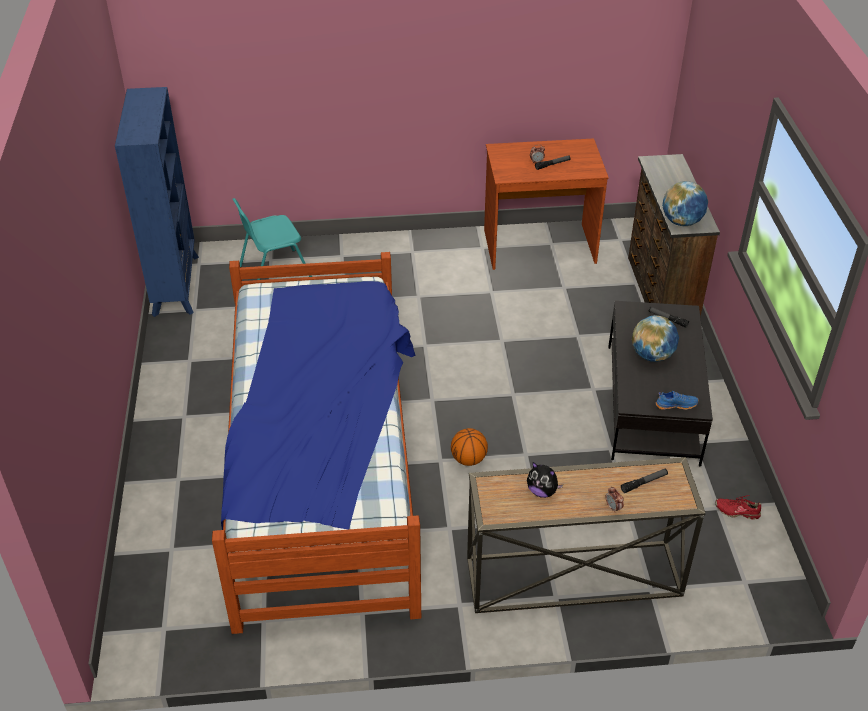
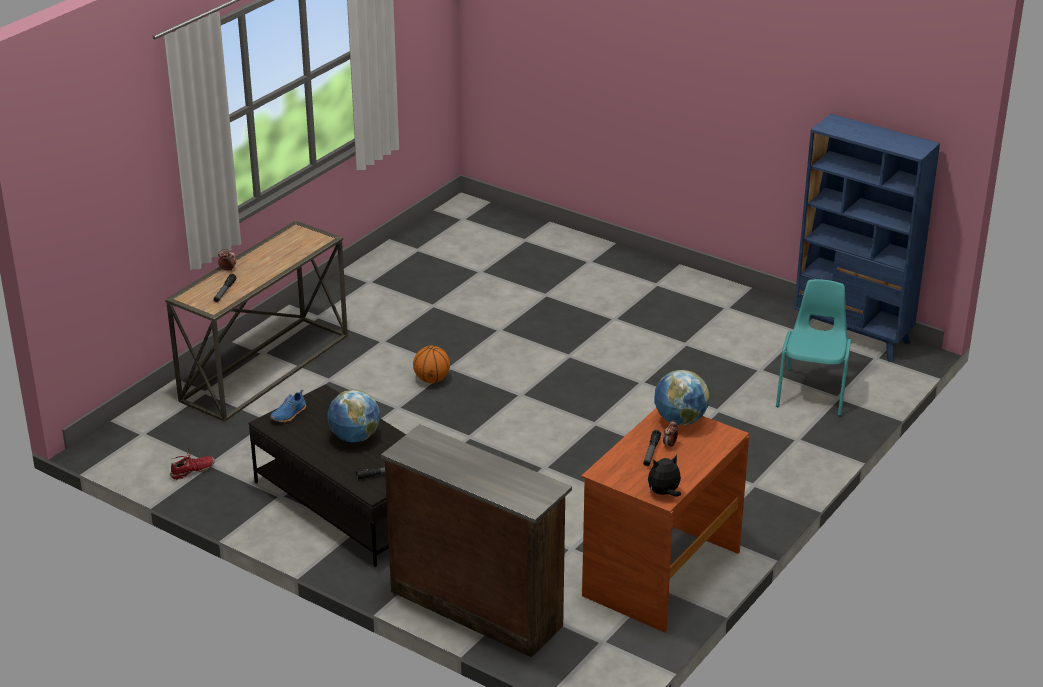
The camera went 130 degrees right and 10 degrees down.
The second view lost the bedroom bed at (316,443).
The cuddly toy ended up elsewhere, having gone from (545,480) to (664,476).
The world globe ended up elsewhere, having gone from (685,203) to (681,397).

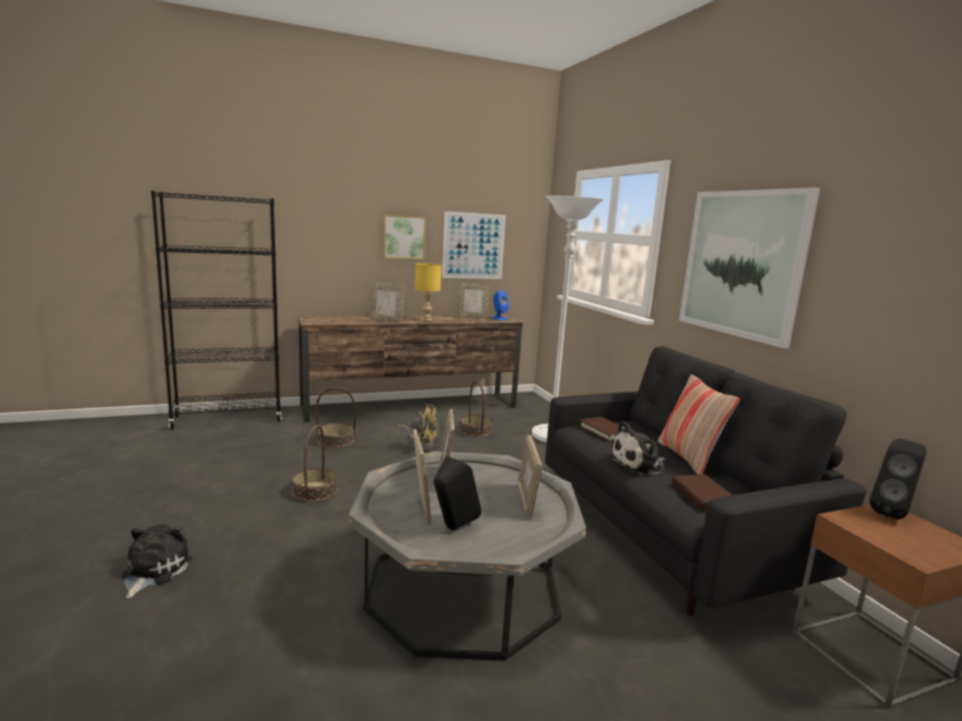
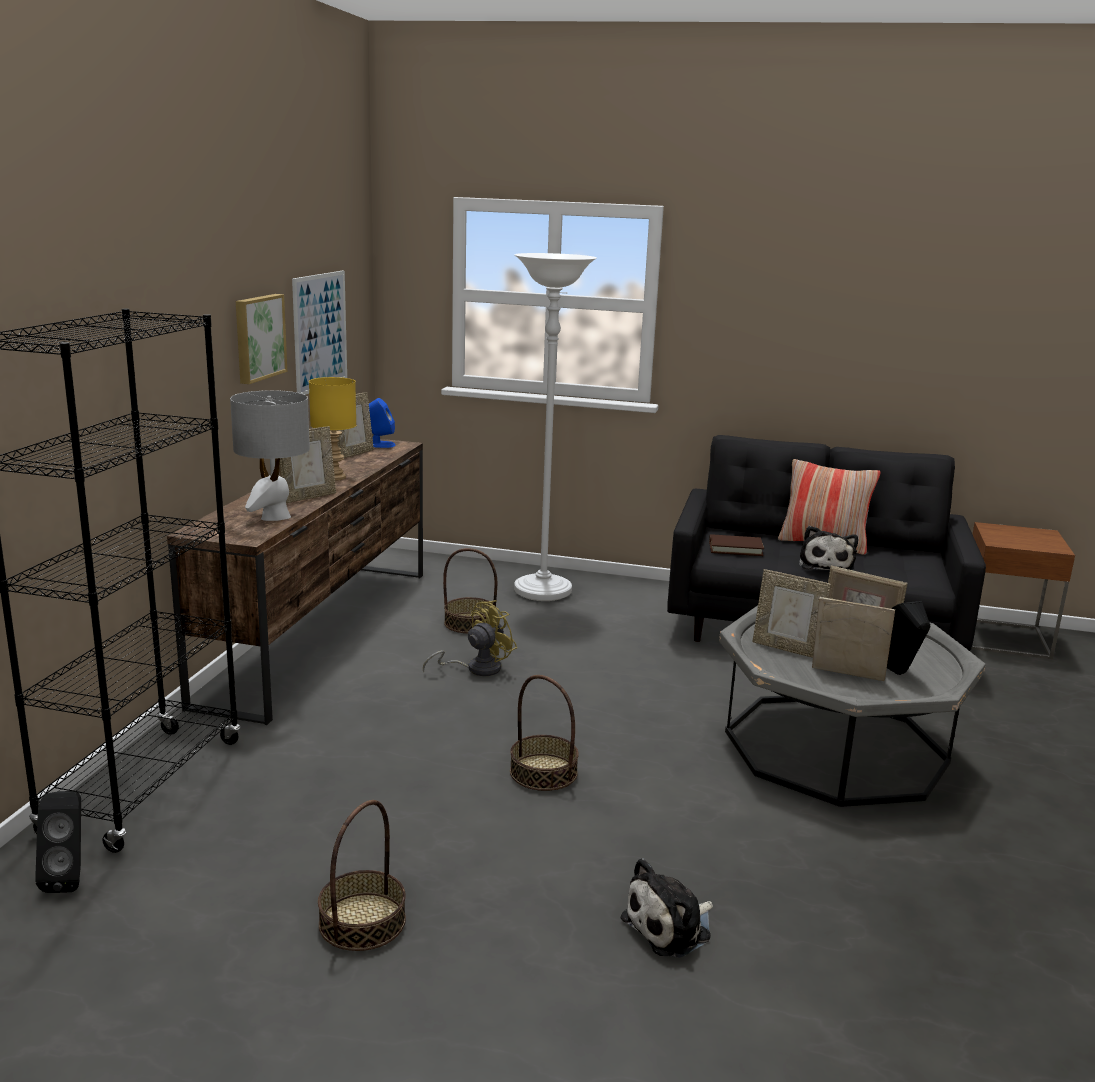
The camera went 55 degrees left and 5 degrees up.
The second view lost the bound book (brown) at (702,493).
The second view lost the wall picture at (749,268).
The second view gained the lamp for a table (gray) at (270,455).
The storage basket ended up elsewhere, having gone from (336,417) to (362,875).
The audio speaker (black-coloured) ended up elsewhere, having gone from (897,479) to (58,842).
The cuddly toy at (156,561) ended up facing another way, 75 degrees counterclockwise from before.

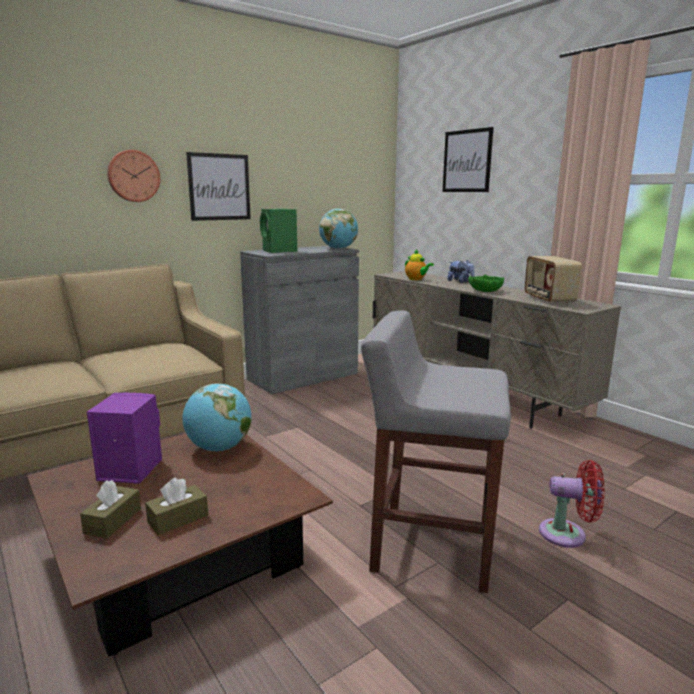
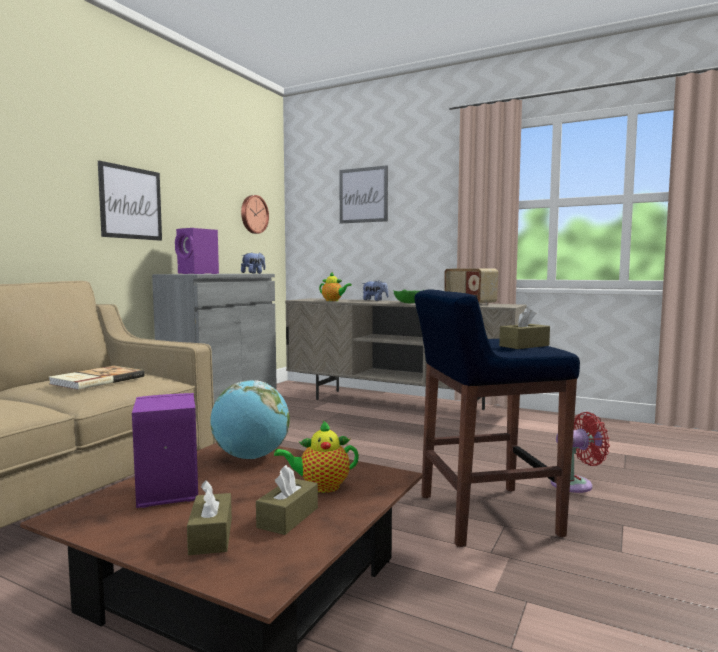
The camera went 25 degrees left and 10 degrees down.
The second view gained the bound book at (96,378).
The second view gained the teapot at (316,456).
The second view gained the box of tissues (brown) at (524,328).
The clock on the wall ended up elsewhere, having gone from (133,176) to (255,214).
Where the world globe stood at (338,229), the cuddly toy came to stand at (253,263).
What was the audio speaker (greenish) at (278,231) turned into the audio speaker (purple-coloured) at (197,251).
What was the sitting stool (gray) at (436,451) turned into the sitting stool (blue) at (497,418).

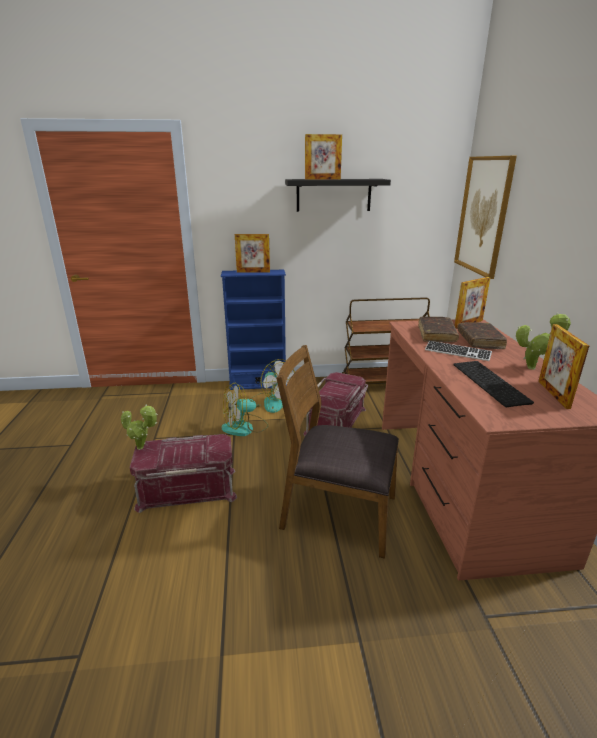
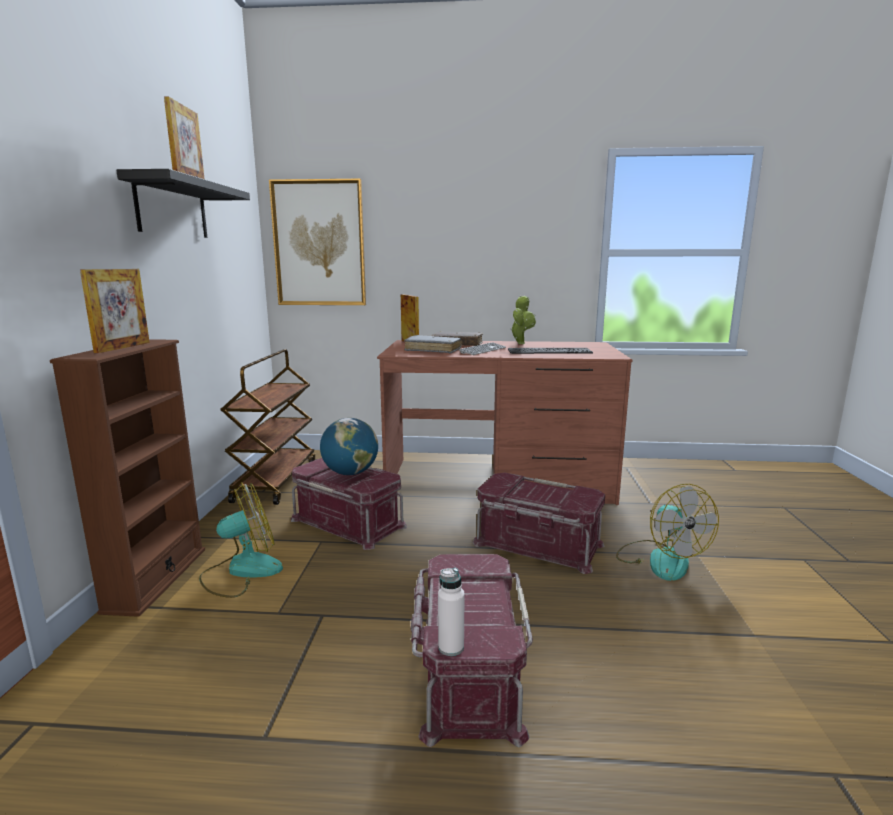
The camera went 80 degrees left and 10 degrees down.
The second view lost the standing frame at (563,366).
The second view gained the world globe at (349,446).
The cooling fan ended up elsewhere, having gone from (244,409) to (667,532).
Where the potted plant stood at (139,427), the drink bottle (whitish) came to stand at (451,612).
Where the upright chair (brown) stood at (337,452), the storage box (reddish) came to stand at (539,523).
What was the shelving unit (blue) at (253,330) turned into the shelving unit (brown) at (127,478).
What was the bound book (brown) at (438,329) turned into the bound book (gray) at (433,344).

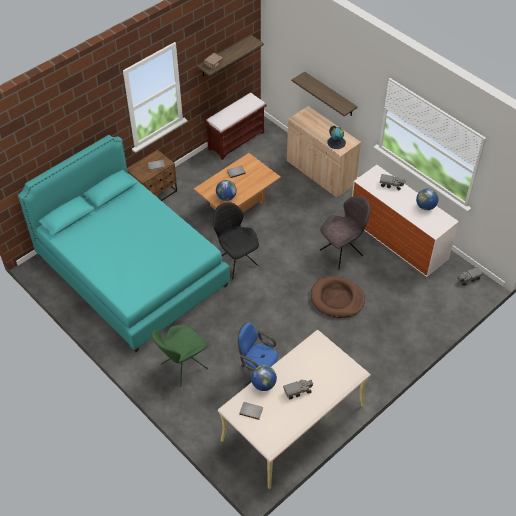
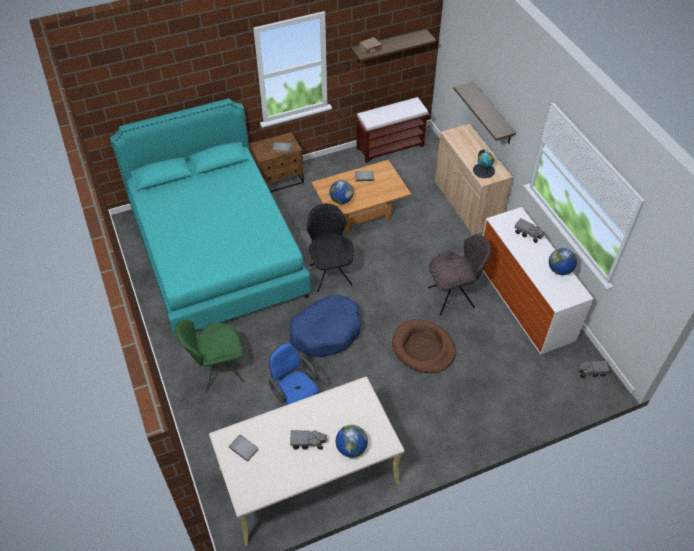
The camera went 20 degrees right and 0 degrees up.
The second view gained the pet bed (blue) at (324,325).
The world globe ended up elsewhere, having gone from (264,378) to (352,441).

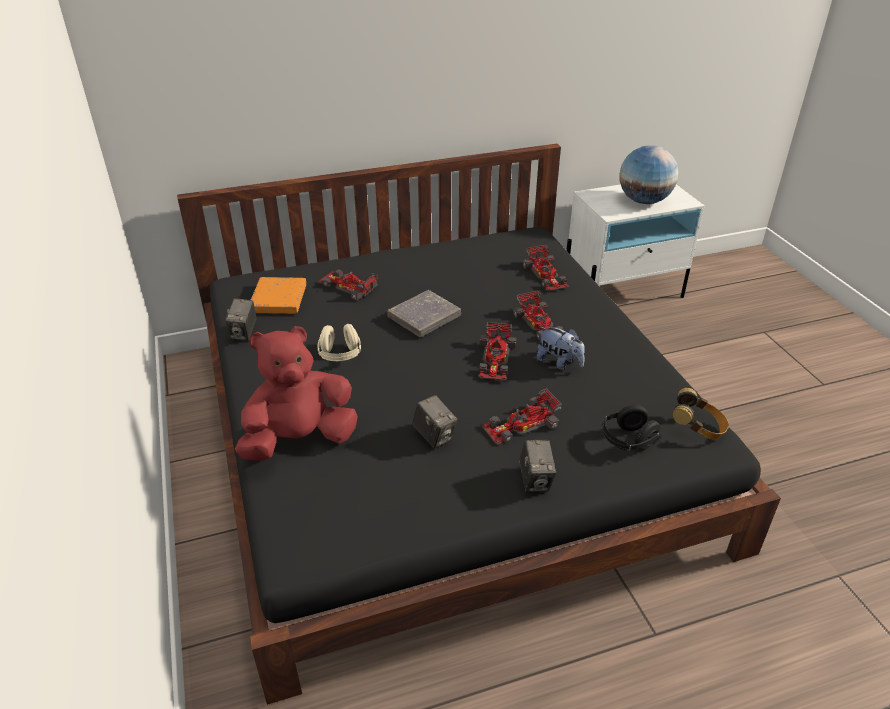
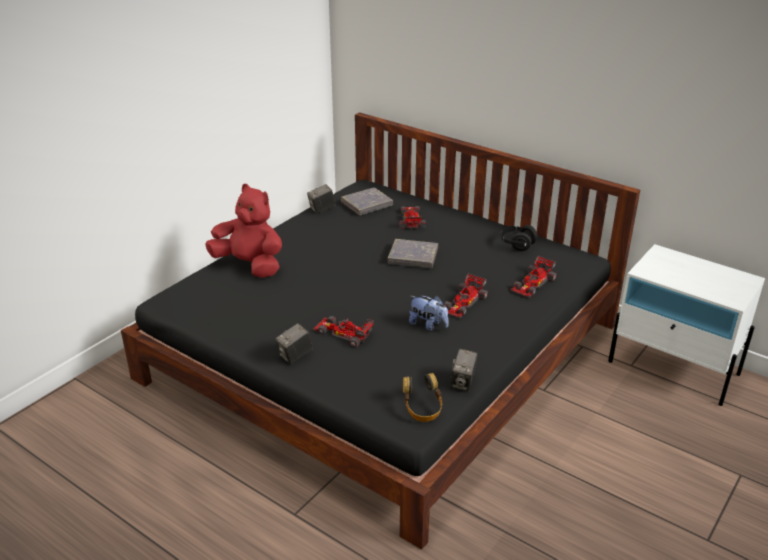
The camera went 55 degrees right and 5 degrees down.
The second view lost the headphones (beige) at (339,342).
The second view lost the miniature car at (497,351).
The second view lost the world globe at (648,174).
The still camera ended up elsewhere, having gone from (435,421) to (464,370).
The headphones (black-coloured) ended up elsewhere, having gone from (630,427) to (519,238).
What was the bound book (orangey) at (278,295) turned into the bound book (gray) at (367,201).
The cuddly toy at (561,348) ended up facing another way, 60 degrees counterclockwise from before.

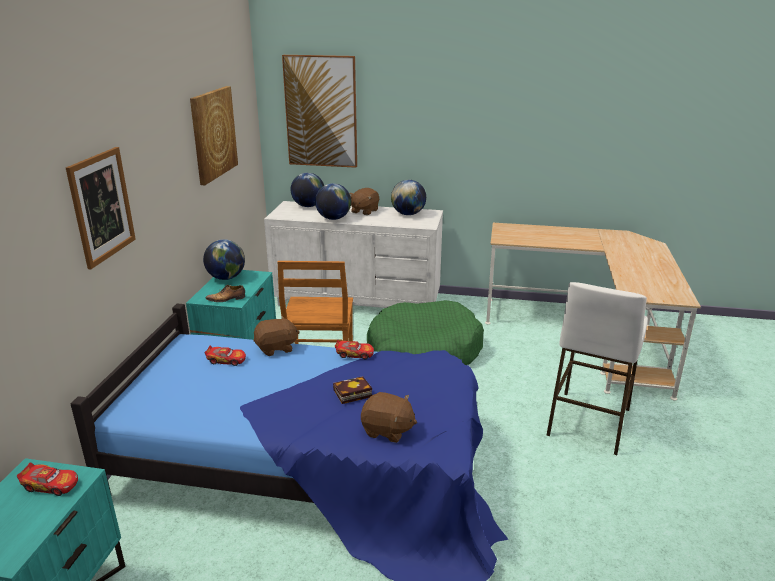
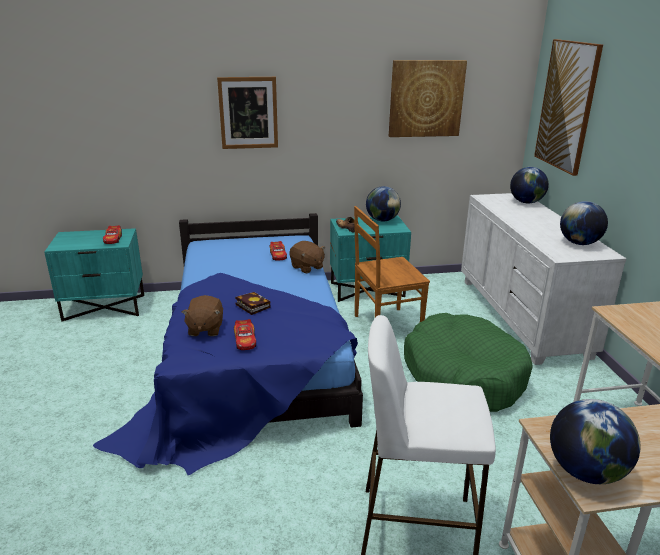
The camera went 70 degrees right and 0 degrees up.
The second view lost the cuddly toy (brown) at (364,201).
The world globe ended up elsewhere, having gone from (333,201) to (595,441).
The miniature car ended up elsewhere, having gone from (354,349) to (245,334).

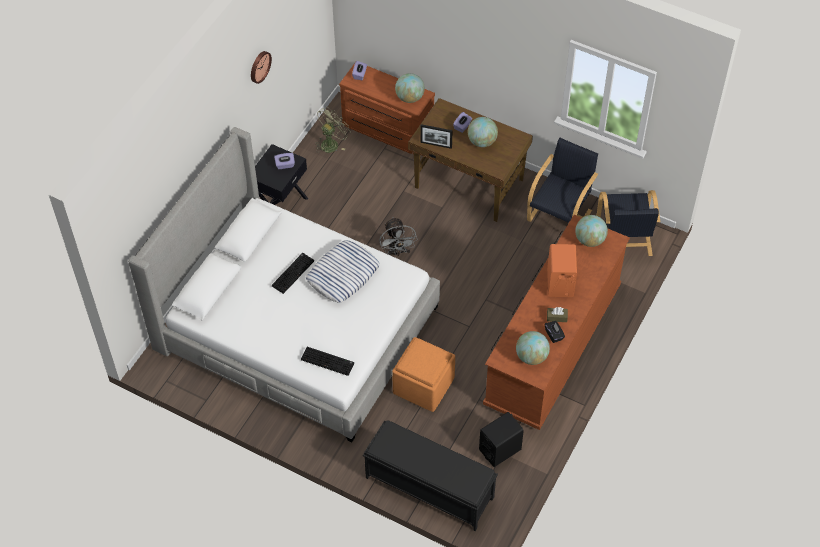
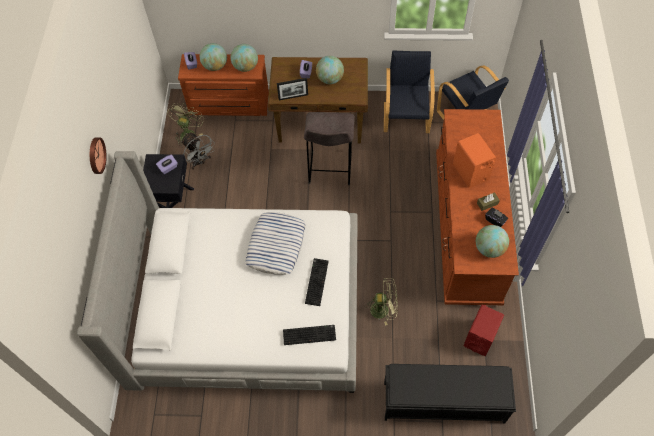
The camera went 25 degrees left and 5 degrees up.
The second view gained the sitting stool (gray) at (329,148).
The clock on the wall ended up elsewhere, having gone from (261,67) to (98,155).
The PC keyboard ended up elsewhere, having gone from (293,273) to (317,282).
The cooling fan (gray) ended up elsewhere, having gone from (398,237) to (198,151).
The world globe ended up elsewhere, having gone from (591,231) to (213,57).
Where the pouffe (orangey) stood at (423,374), the cooling fan (greenish) came to stand at (381,301).
What was the audio speaker (black-coloured) at (501,439) turned into the audio speaker (reddish) at (483,330).

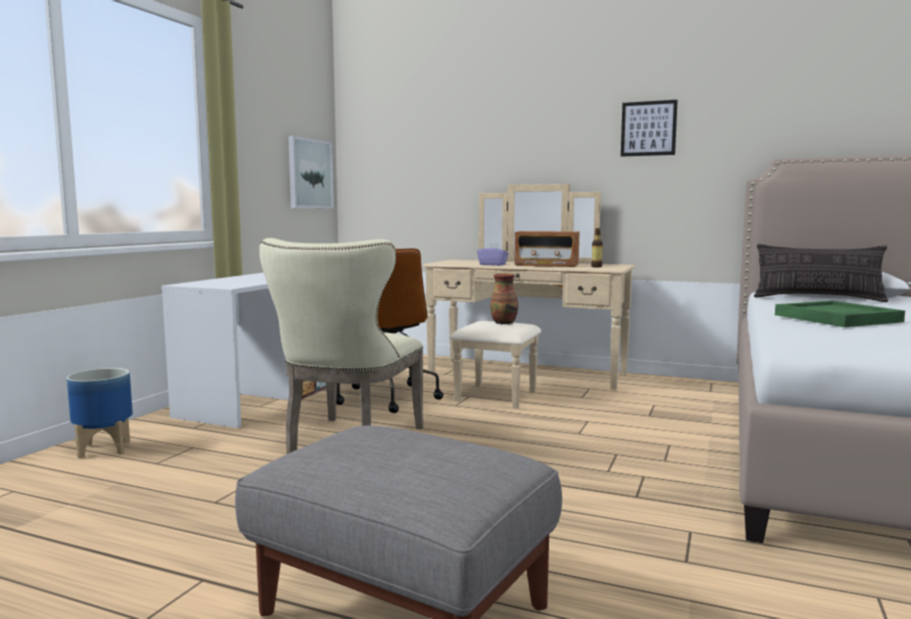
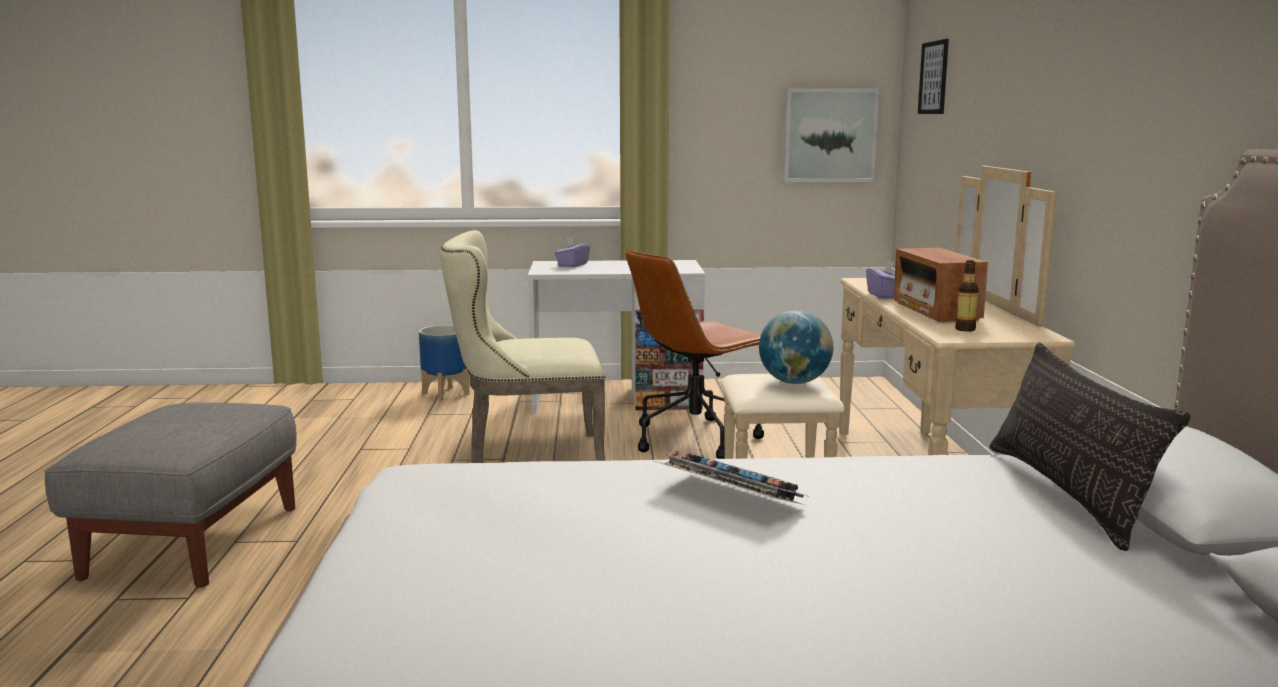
The camera went 65 degrees right and 5 degrees up.
The second view gained the box of tissues (purple-coloured) at (572,251).
The wall picture ended up elsewhere, having gone from (649,128) to (933,76).
Where the decorative vase stood at (504,299), the world globe came to stand at (796,347).
Where the serving tray (greenish) stood at (840,314), the PC keyboard came to stand at (730,477).

